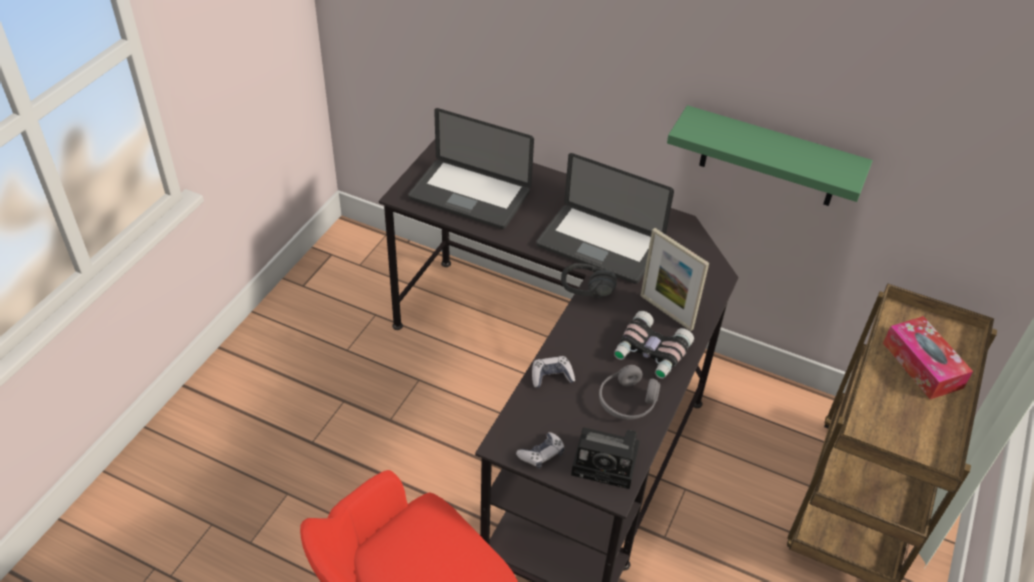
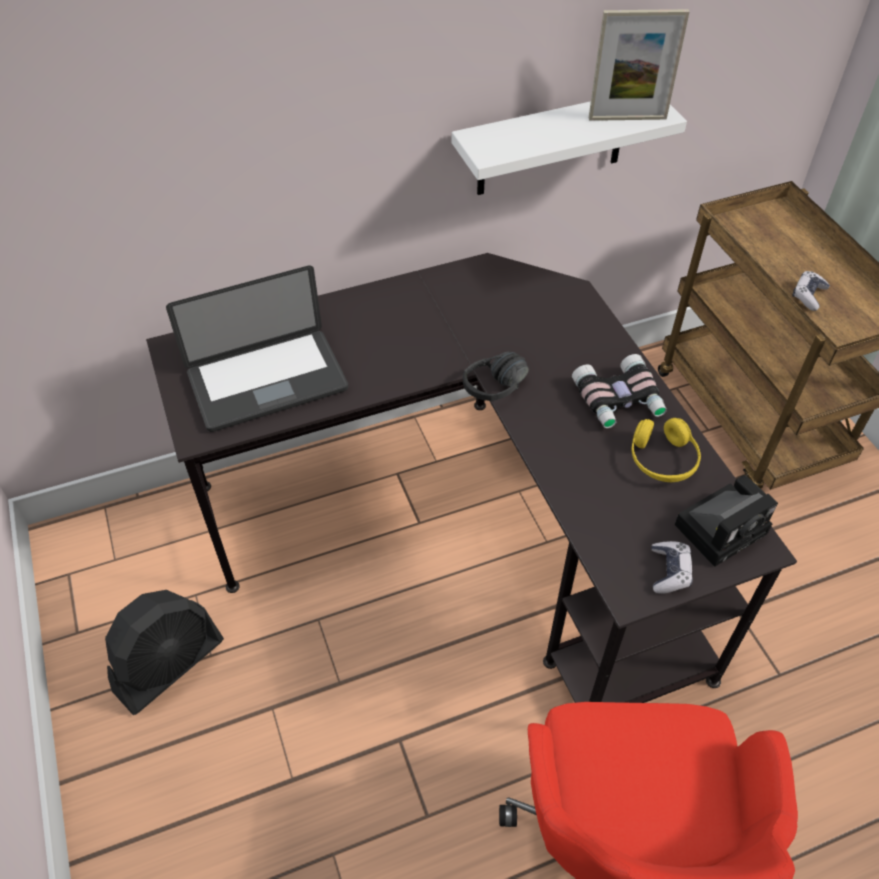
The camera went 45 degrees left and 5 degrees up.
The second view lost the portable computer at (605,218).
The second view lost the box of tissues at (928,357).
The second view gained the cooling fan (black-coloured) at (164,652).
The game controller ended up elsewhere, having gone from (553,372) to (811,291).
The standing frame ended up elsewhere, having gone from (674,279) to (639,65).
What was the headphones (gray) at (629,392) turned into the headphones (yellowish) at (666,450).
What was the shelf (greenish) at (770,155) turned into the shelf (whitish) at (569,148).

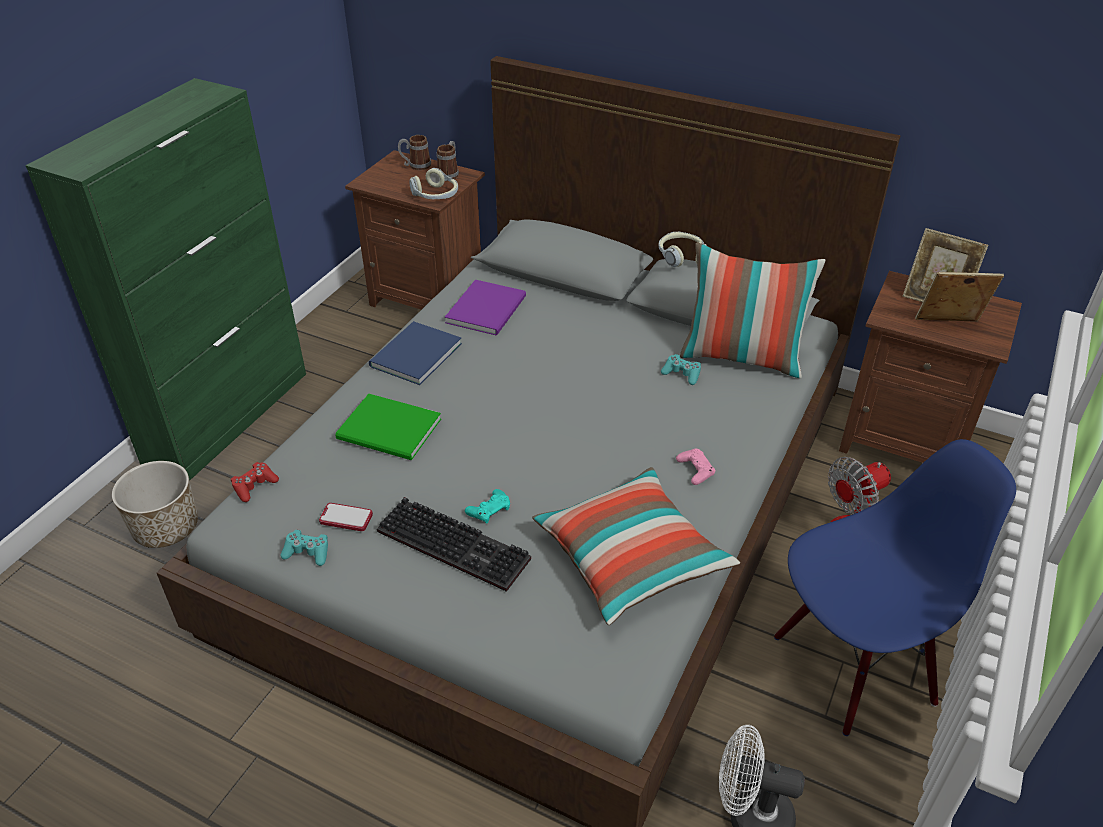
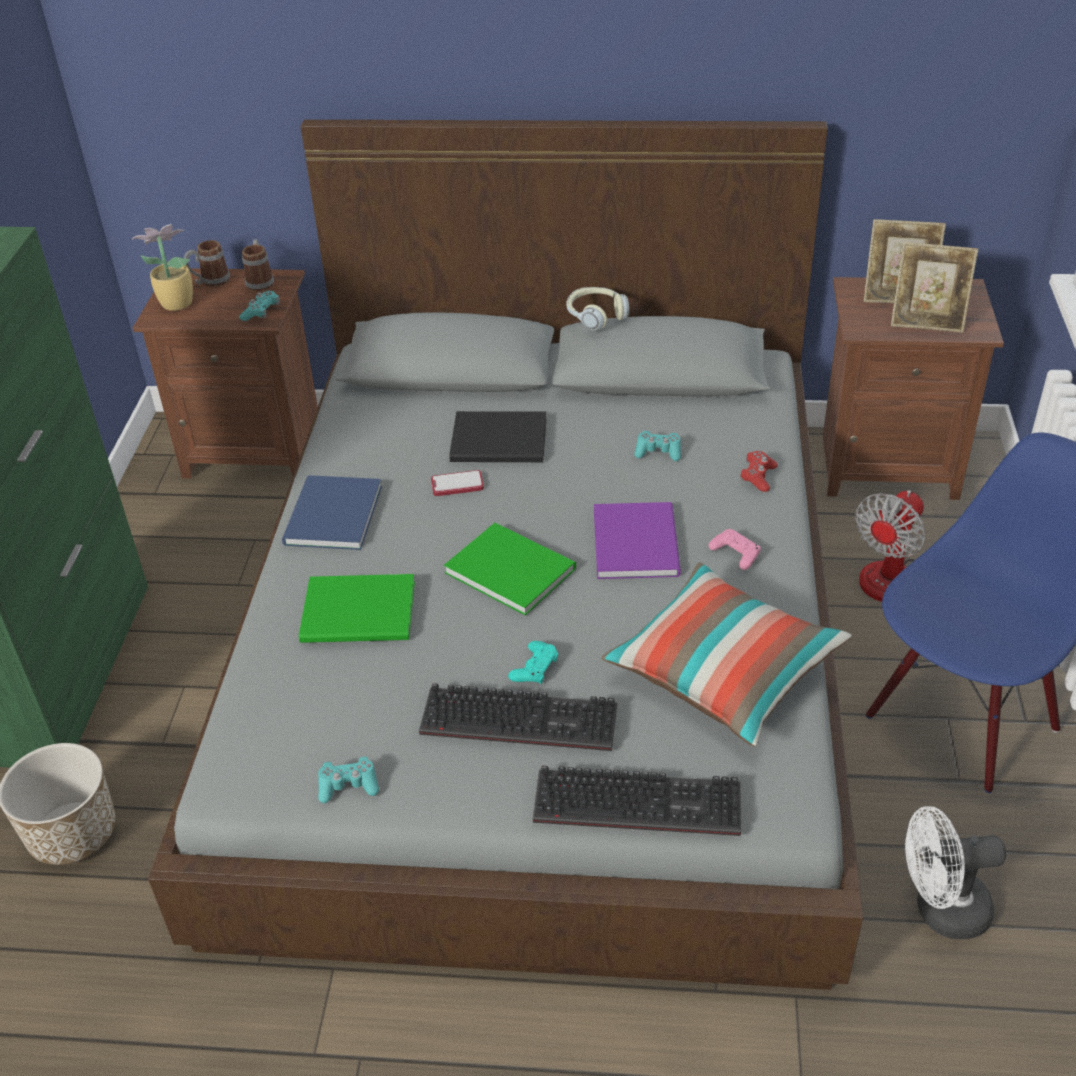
The camera went 20 degrees left and 0 degrees up.
The second view lost the throw pillow at (753,310).
The second view gained the potted plant at (162,267).
The second view gained the bound book (greenish) at (510,569).
The second view gained the bound book (black-coloured) at (498,436).
The second view gained the PC keyboard at (637,801).
The game controller (reddish) ended up elsewhere, having gone from (255,482) to (759,471).
The phone ended up elsewhere, having gone from (346,517) to (457,483).
The bound book (purple-coloured) ended up elsewhere, having gone from (485,308) to (637,540).
Where the headphones stood at (433,183), the game controller (turquoise-coloured) came to stand at (259,306).
The standing frame at (959,297) ended up facing another way, 150 degrees counterclockwise from before.

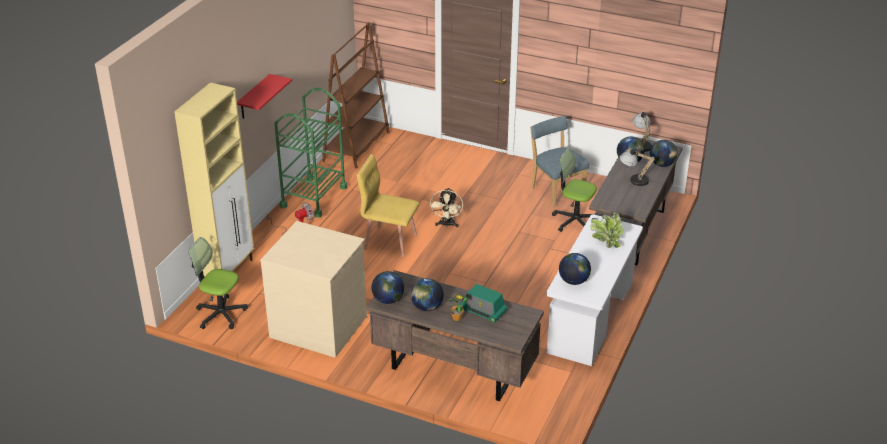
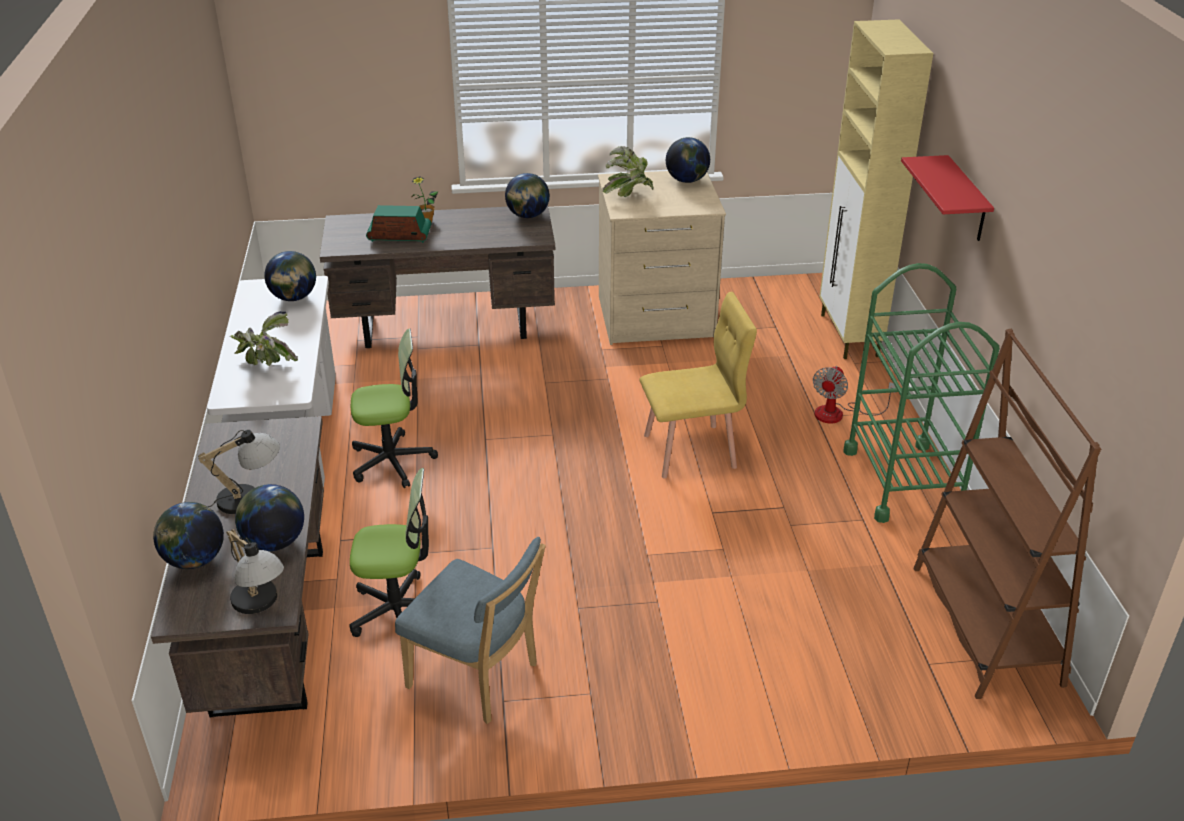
The camera went 150 degrees right and 0 degrees up.
The second view lost the cooling fan (beige) at (446,207).
The second view gained the potted plant at (627,171).
The computer chair ended up elsewhere, having gone from (218,283) to (394,408).
The world globe ended up elsewhere, having gone from (427,294) to (688,160).

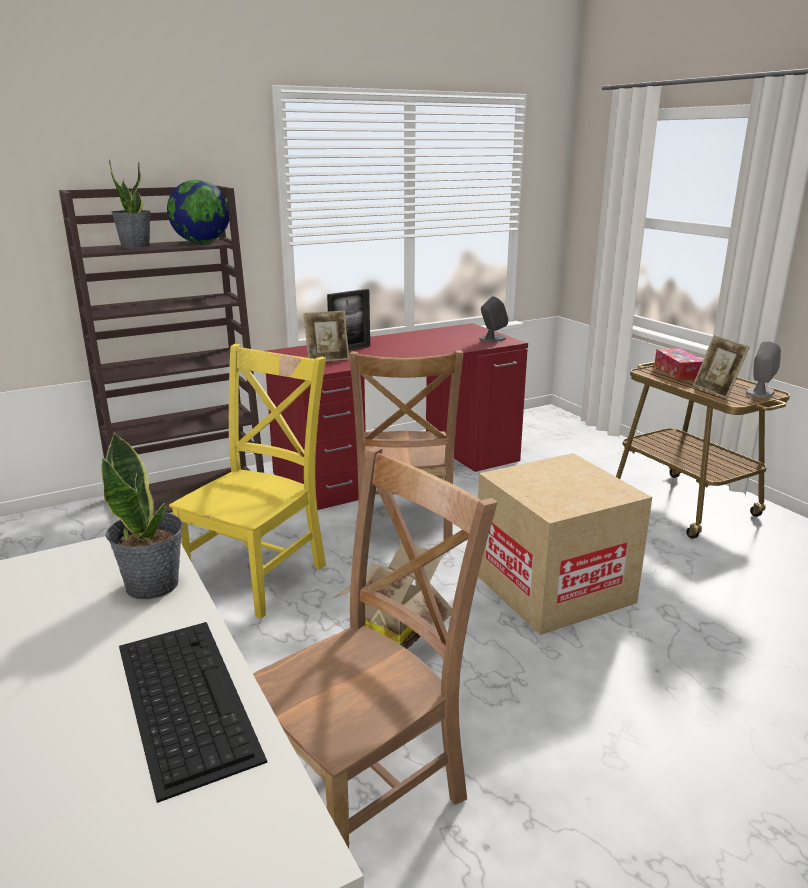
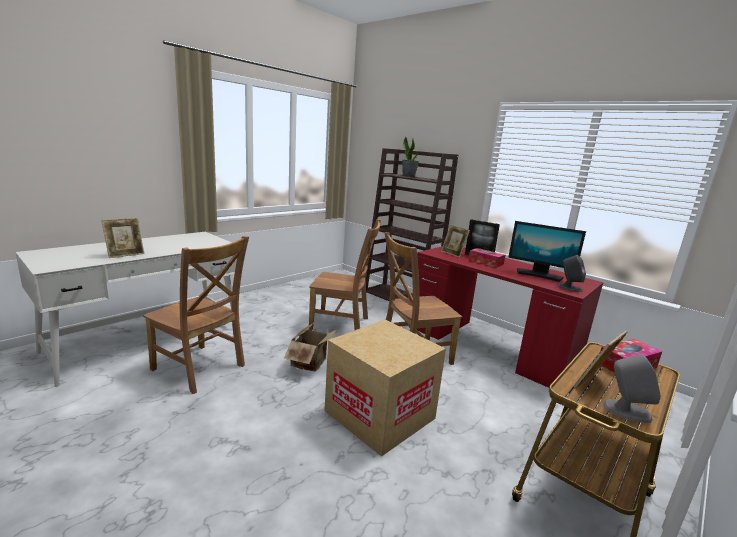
The camera went 70 degrees right and 5 degrees down.
The second view lost the potted plant at (142,516).
The second view lost the world globe at (198,211).
The second view gained the box of tissues at (486,258).
The second view gained the computer display at (547,251).
Where the PC keyboard stood at (193,712), the standing frame came to stand at (123,238).
What was the upright chair (yellowish) at (247,481) turned into the upright chair (brown) at (345,275).

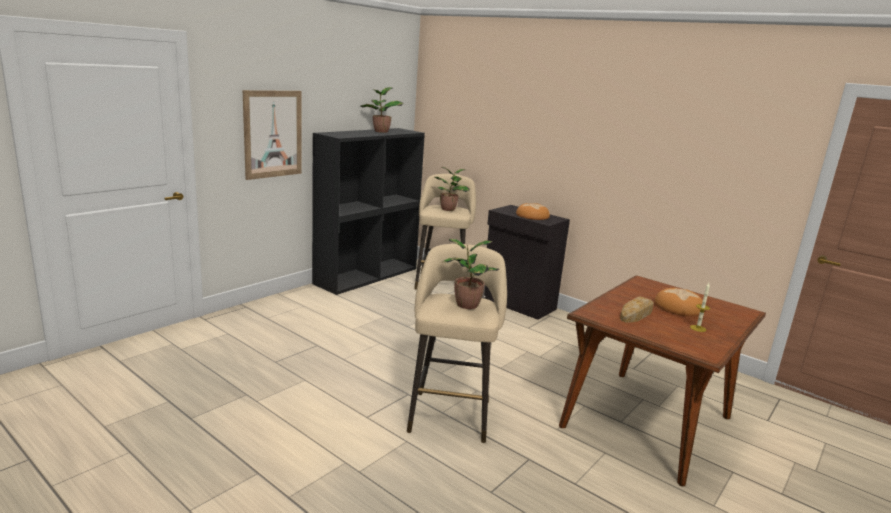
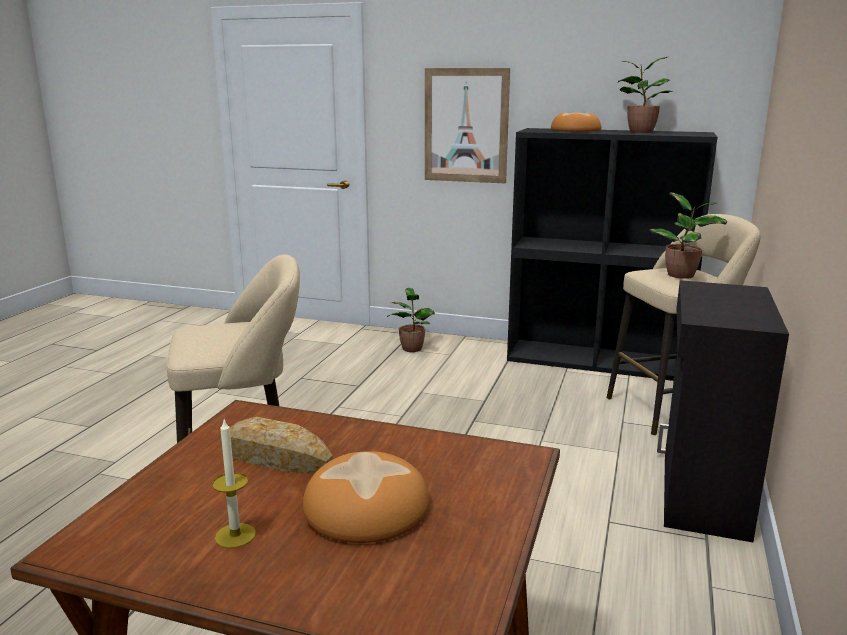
The camera went 70 degrees right and 0 degrees up.
The potted plant ended up elsewhere, having gone from (470,274) to (411,320).
The baked bread ended up elsewhere, having gone from (533,211) to (576,122).

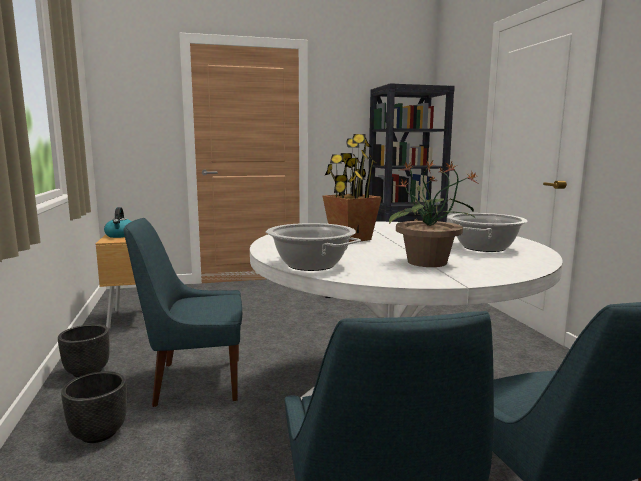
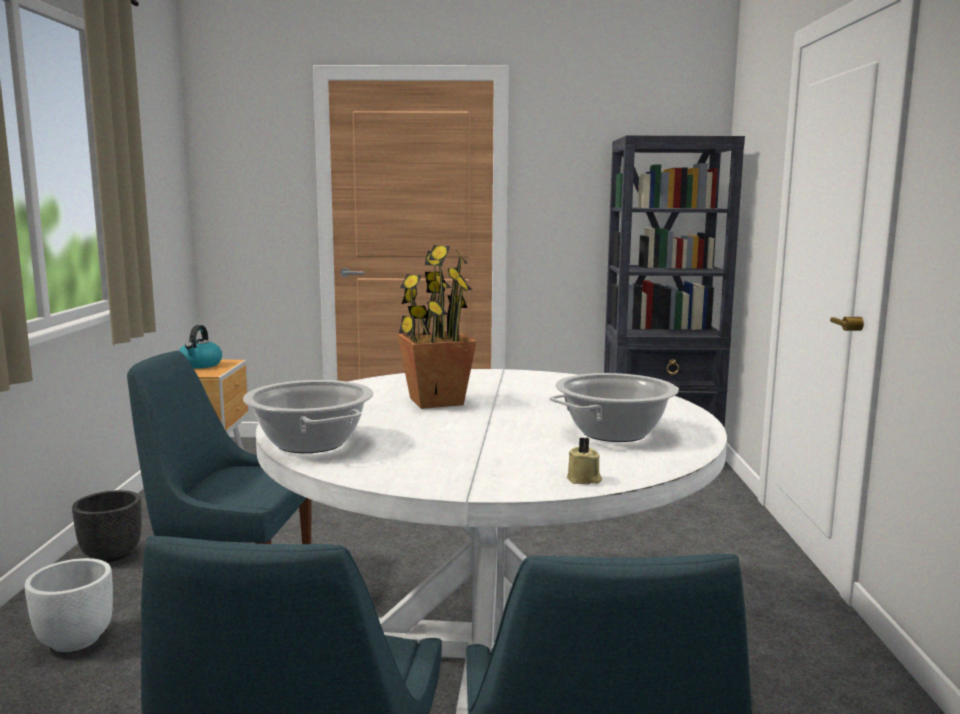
The camera went 15 degrees right and 0 degrees up.
The second view lost the potted plant at (433,214).
The second view gained the wax light (beige) at (584,461).
What was the plant pot (black-coloured) at (94,407) turned into the plant pot (whitish) at (69,605).

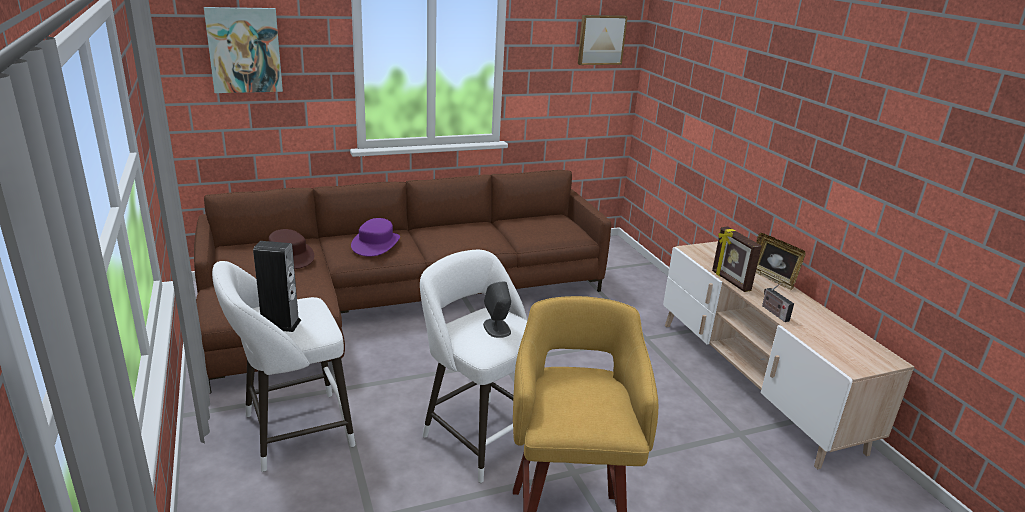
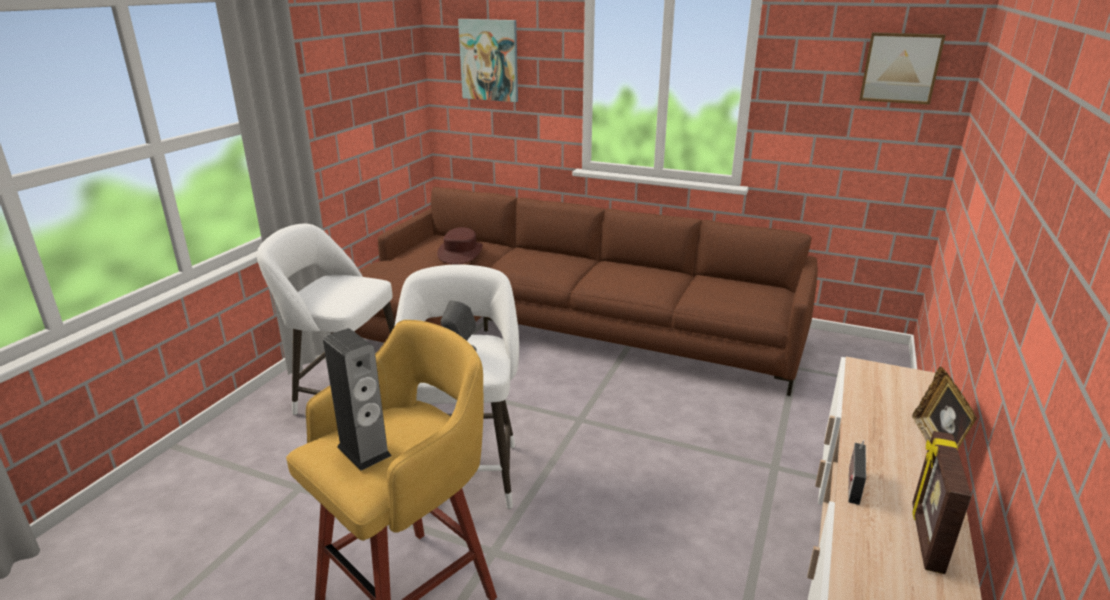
The camera went 45 degrees right and 0 degrees up.
The second view lost the clothing hat (purple-coloured) at (375,237).
The audio speaker ended up elsewhere, having gone from (277,286) to (357,399).
The standing frame ended up elsewhere, having gone from (737,259) to (941,502).

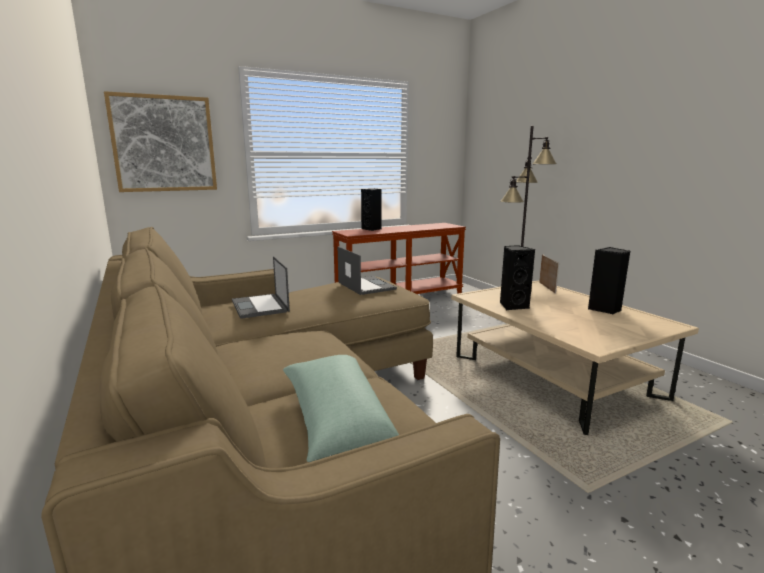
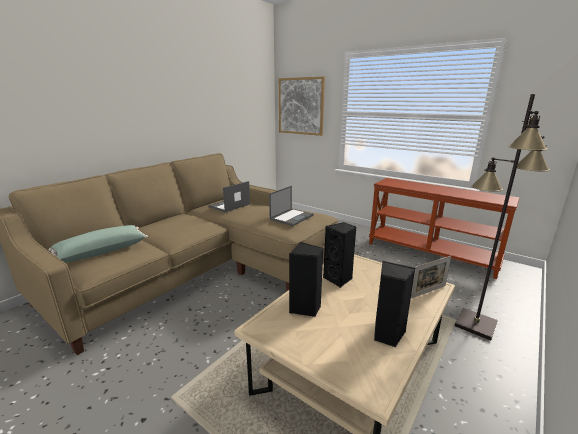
The camera went 65 degrees right and 5 degrees up.
The audio speaker (black-coloured) ended up elsewhere, having gone from (371,210) to (306,279).

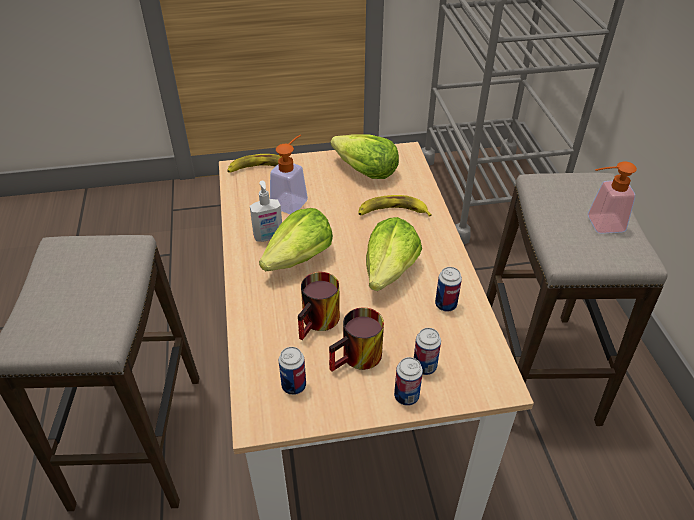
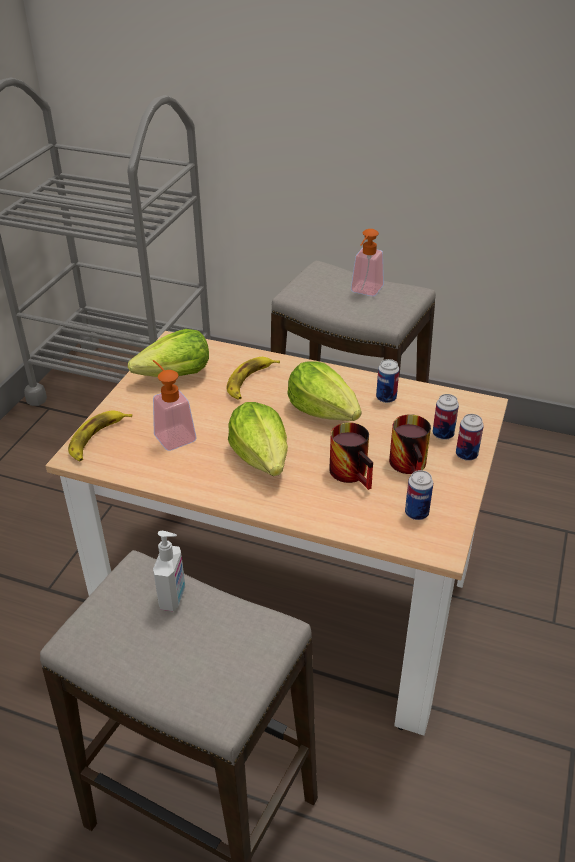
The camera went 60 degrees left and 5 degrees down.
The soap bottle ended up elsewhere, having gone from (266,211) to (169,571).

